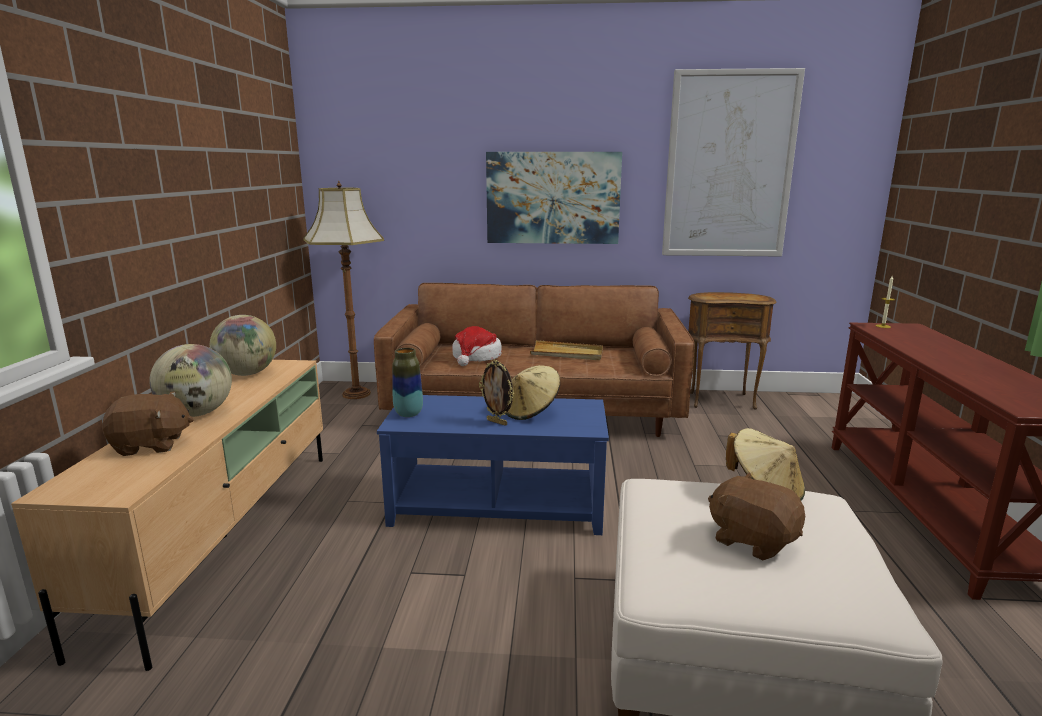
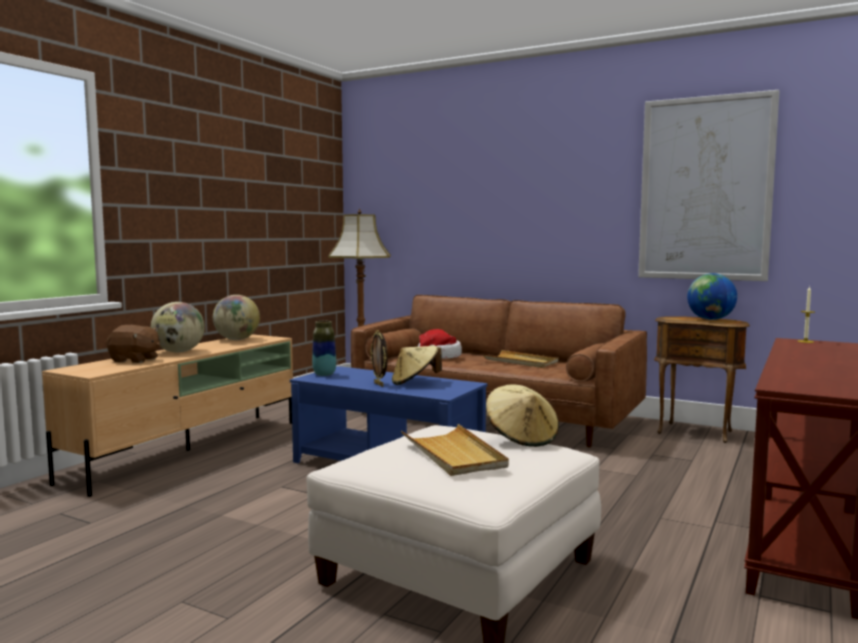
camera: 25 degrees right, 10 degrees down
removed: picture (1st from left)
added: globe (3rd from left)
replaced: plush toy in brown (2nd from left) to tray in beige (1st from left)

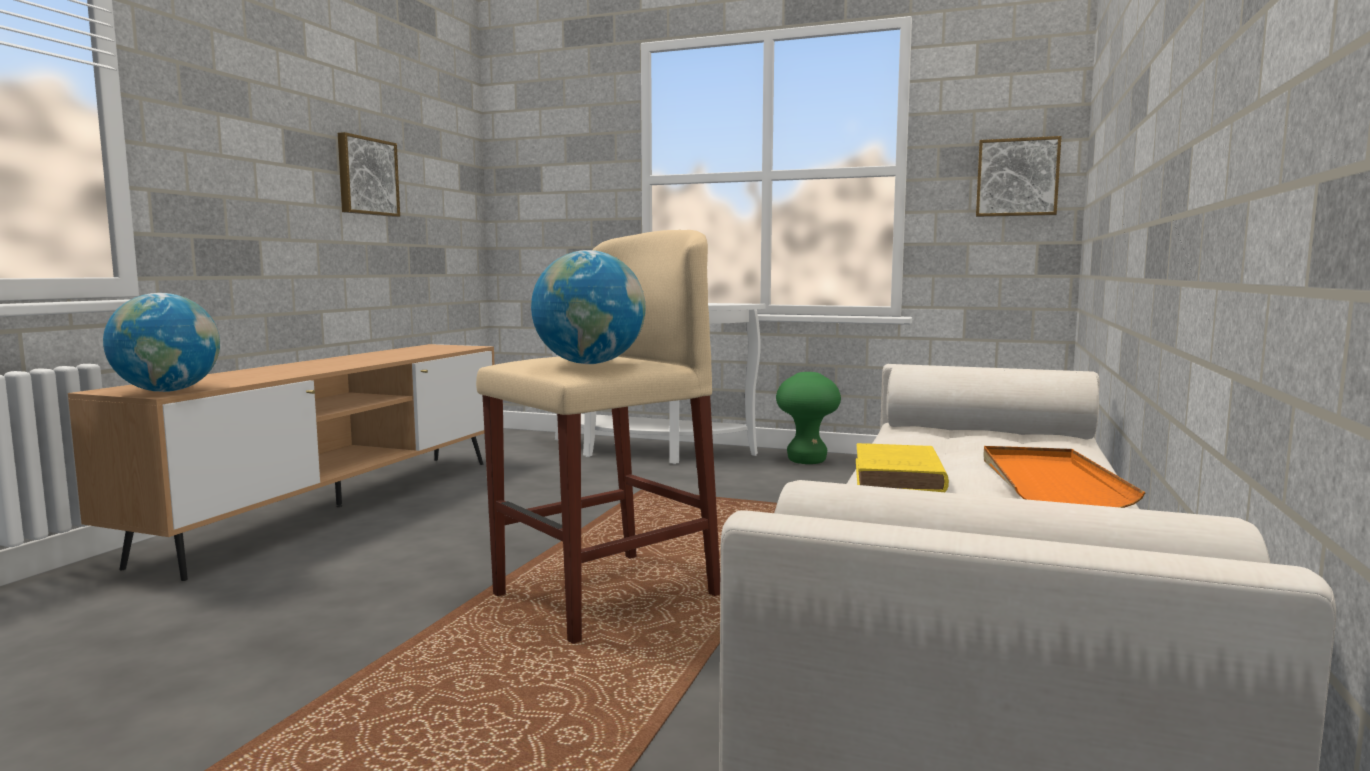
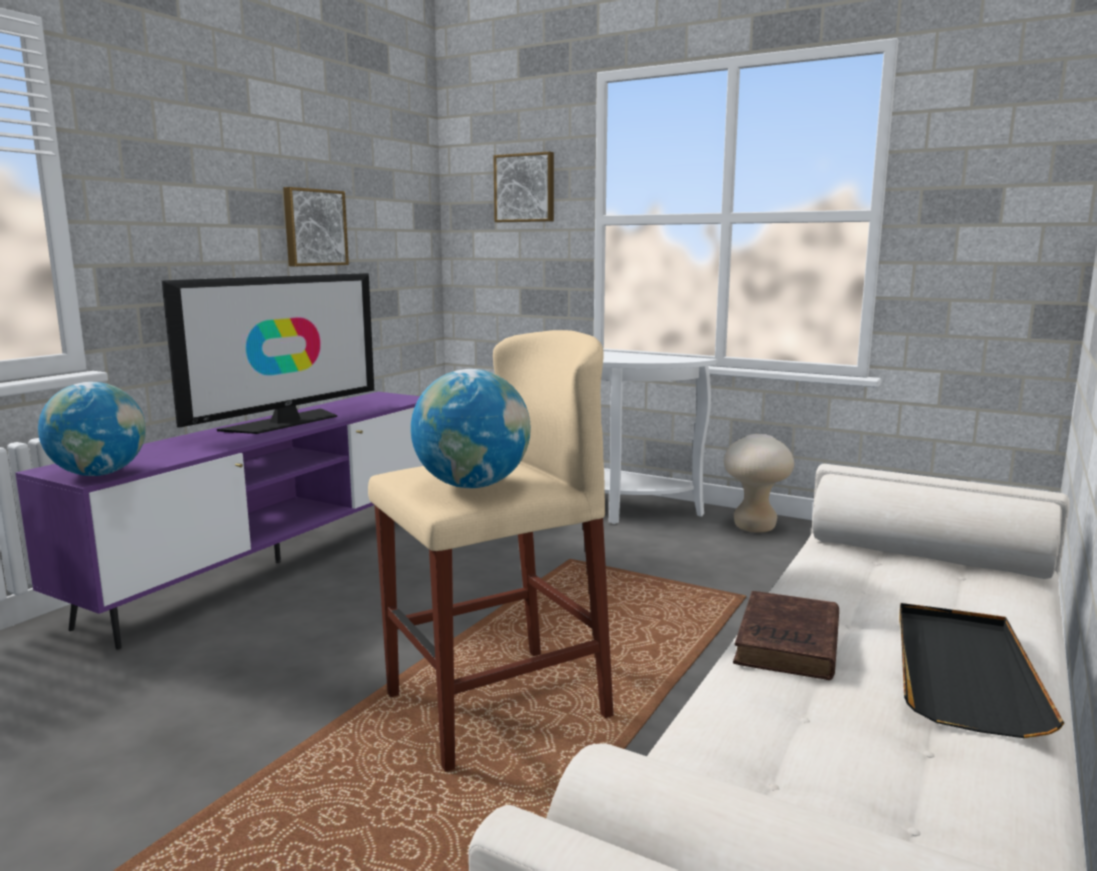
camera: 10 degrees right, 5 degrees up
added: television
moved: picture (2nd from left)
recoloured: tv stand in brown to tv stand in purple; stool in green to stool in beige (2nd from left); book in yellow to book in brown; tray in orange to tray in black

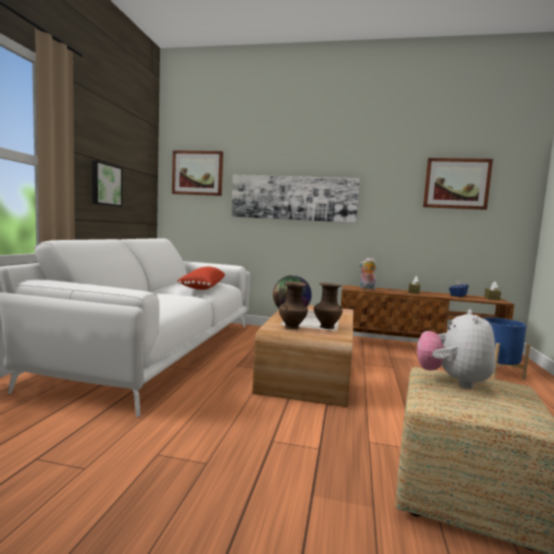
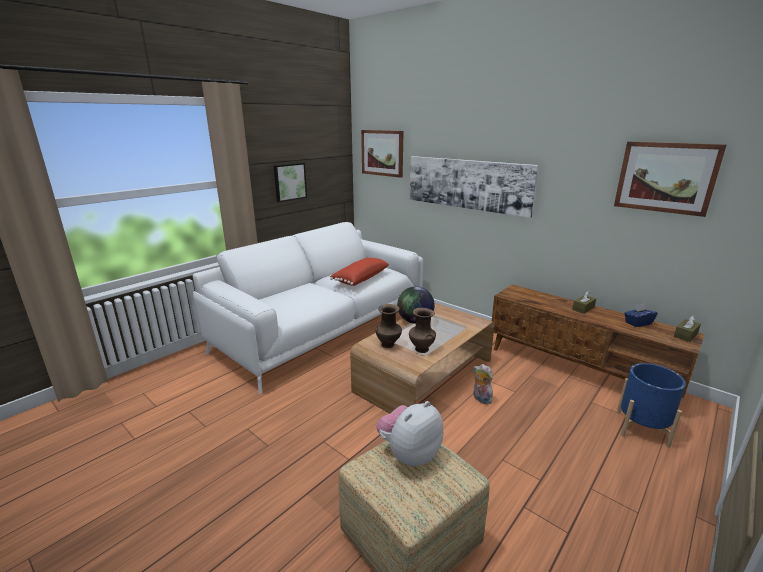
camera: 30 degrees right, 15 degrees up
moved: plush toy (1st from left in the first image) to plush toy (2nd from left)

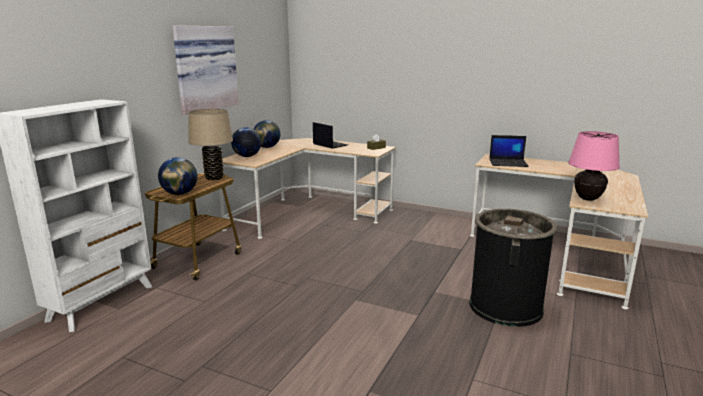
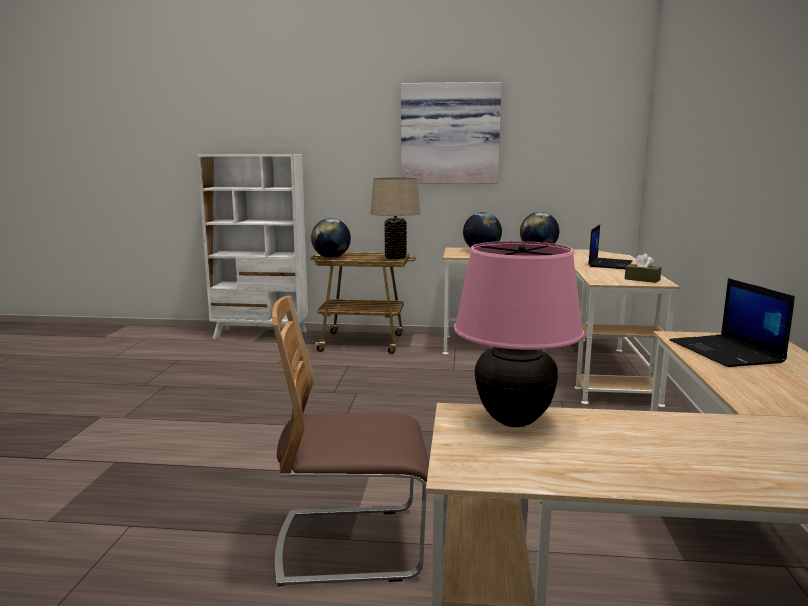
camera: 70 degrees right, 5 degrees down
replaced: trash can in black to chair

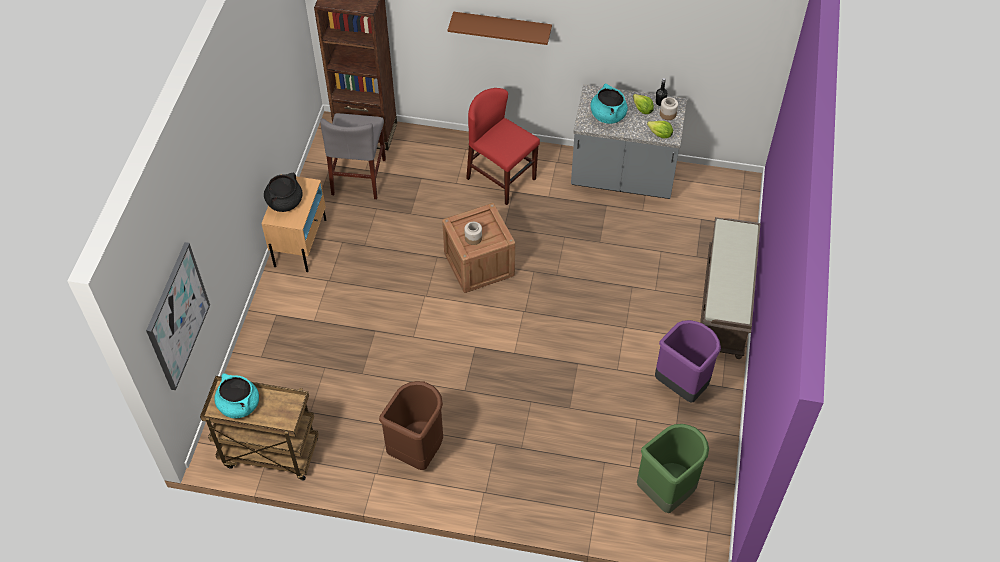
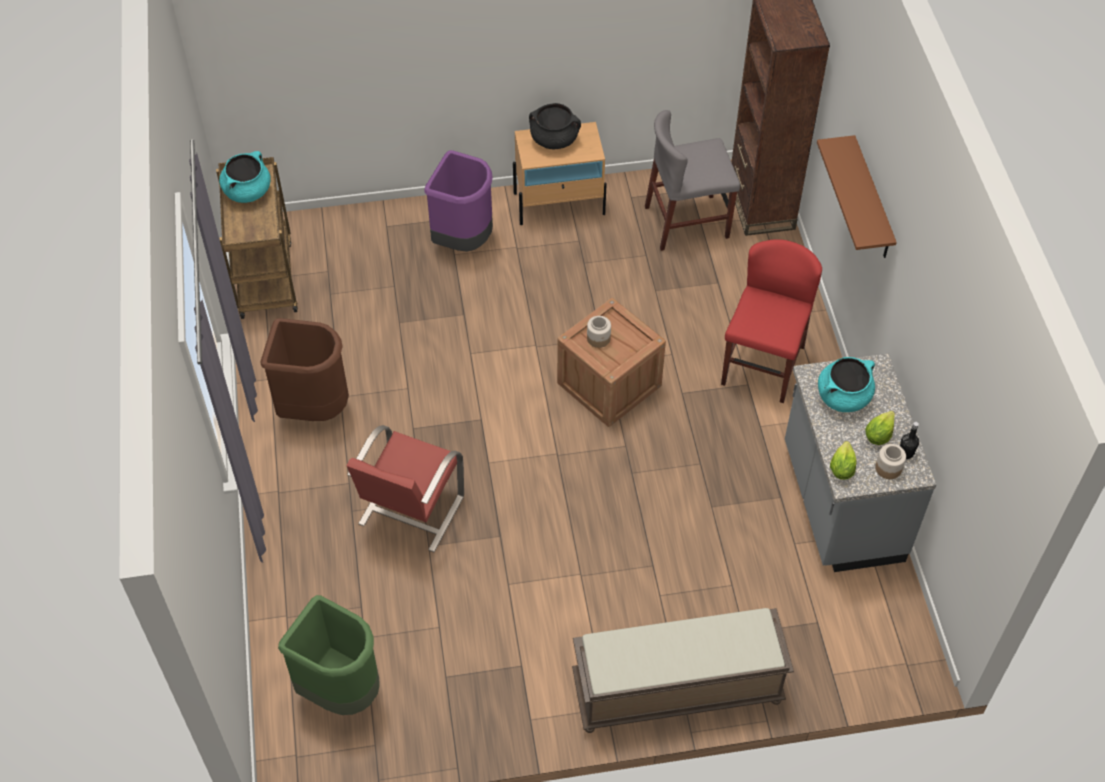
camera: 70 degrees right, 0 degrees up
removed: picture
added: chair in red (1st from left)
moved: trash can in purple

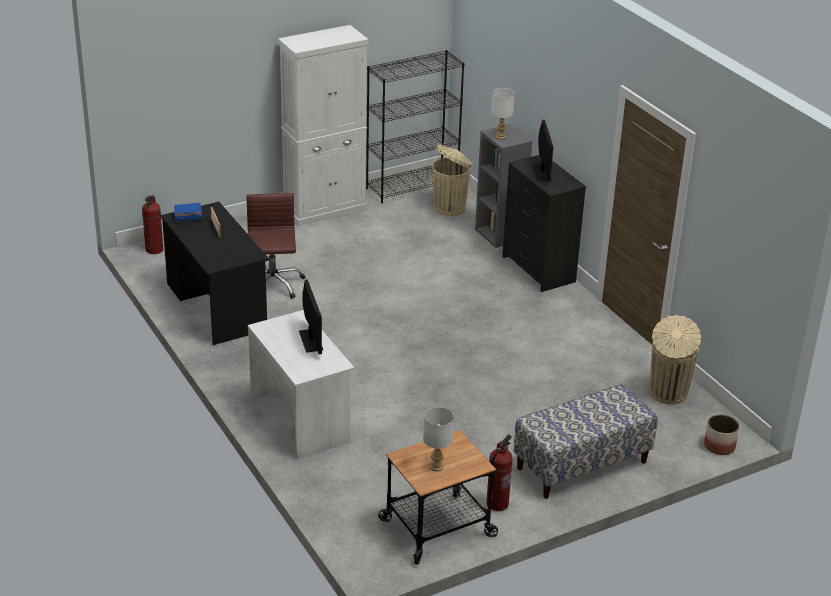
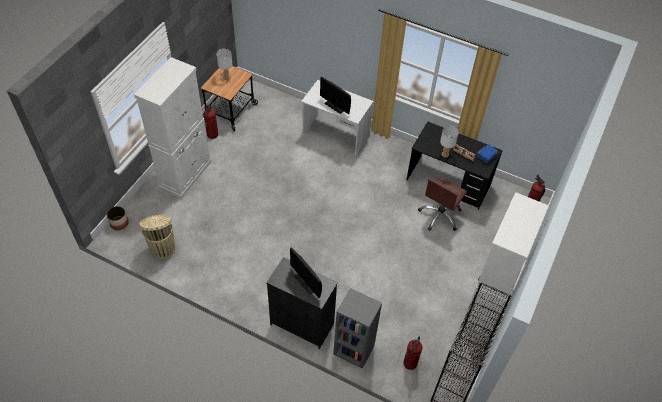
camera: 145 degrees right, 20 degrees up
moved: table lamp in white (2nd from left)
replaced: trash can in beige (1st from left) to fire extinguisher (2nd from left); bench to cabinet in white (1st from left)
turned: office chair in brown 75 degrees clockwise

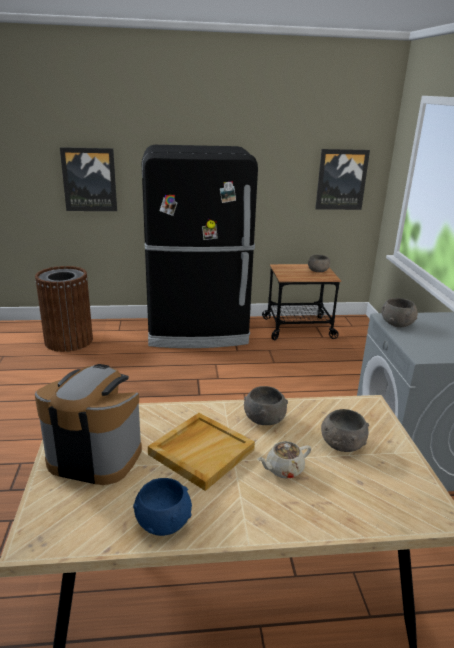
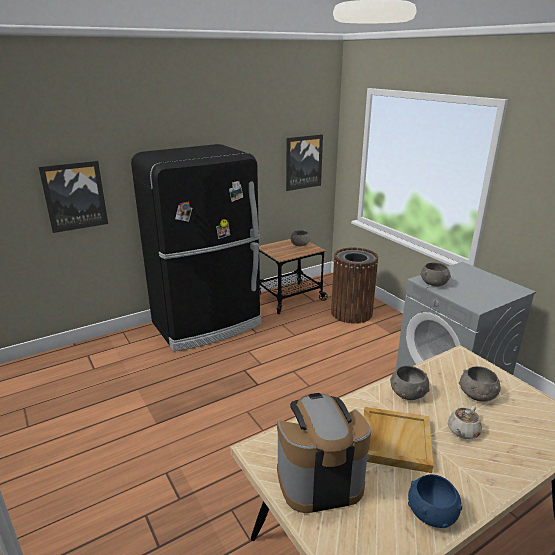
camera: 25 degrees left, 0 degrees up
moved: trash can in brown

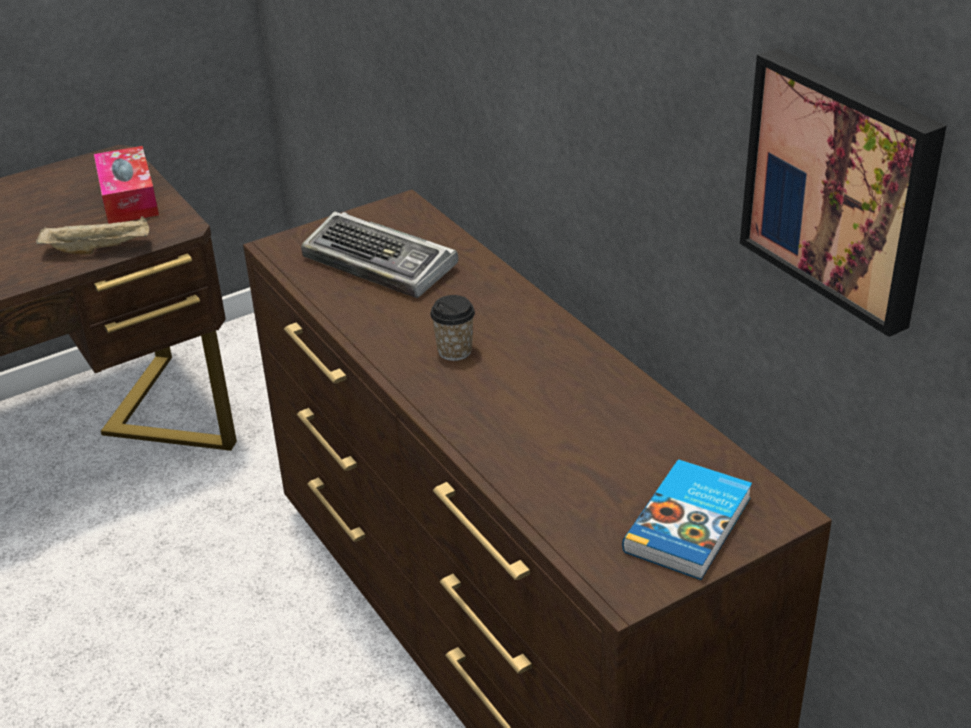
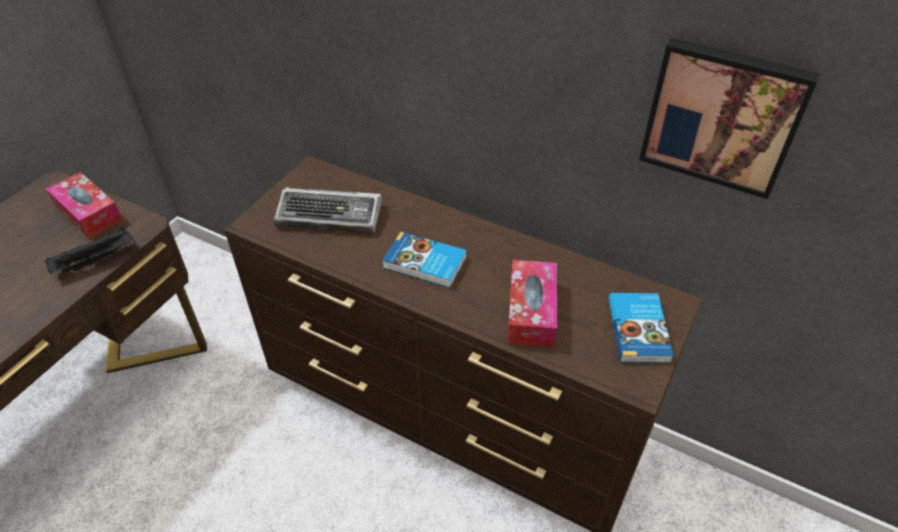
camera: 30 degrees left, 10 degrees up
added: tissue box (2nd from left)
replaced: cup to book (1st from left)
recoloured: tray in beige to tray in black

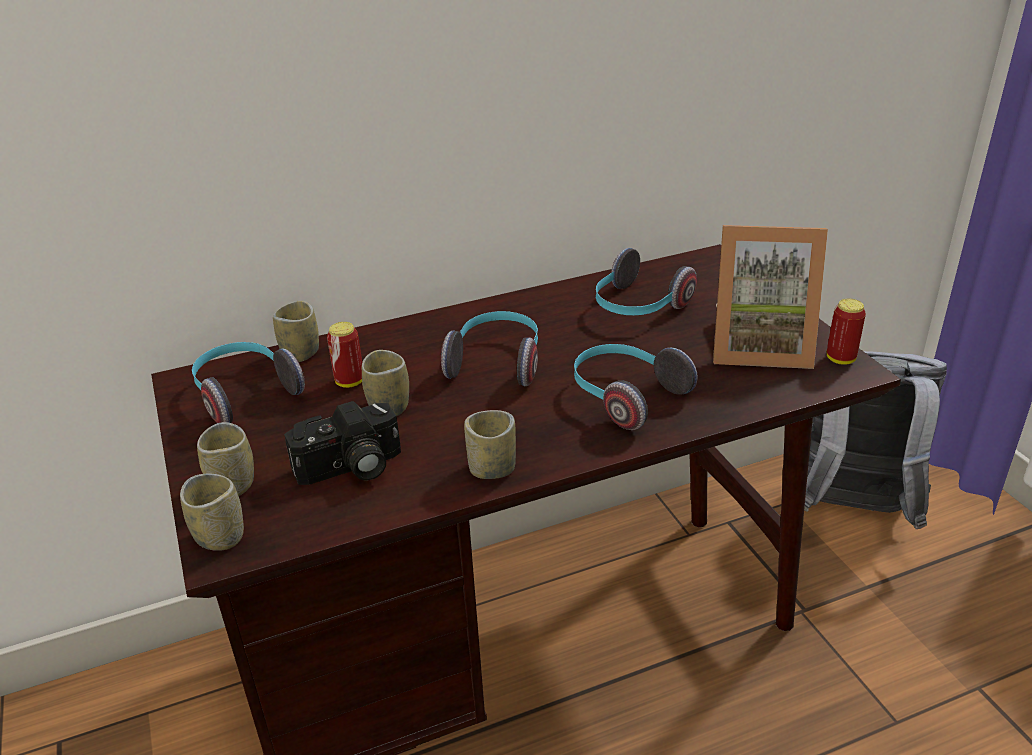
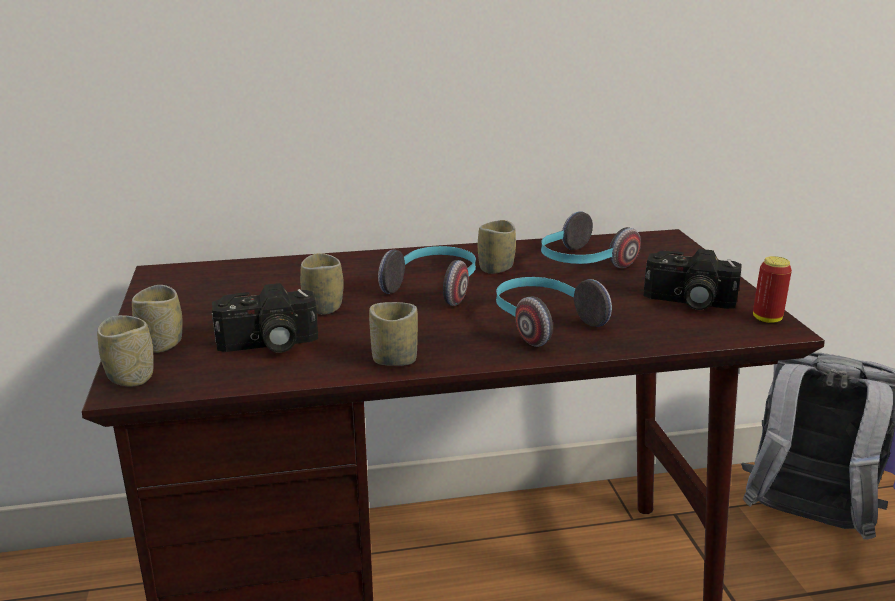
camera: 10 degrees right, 10 degrees down
removed: headphones (1st from left); can (1st from left)
moved: cup (3rd from left in the first image) to cup (5th from left)
replaced: picture frame to photo camera (2nd from left)

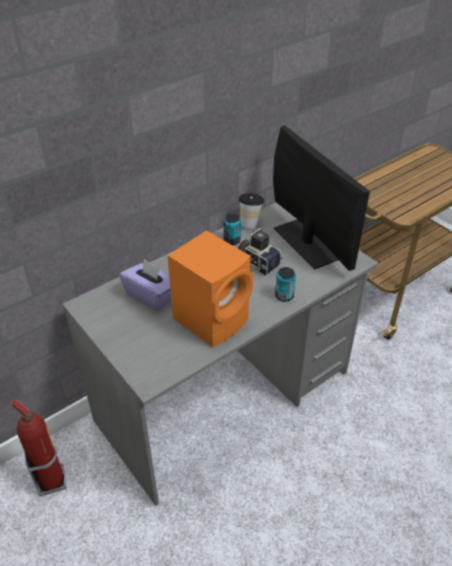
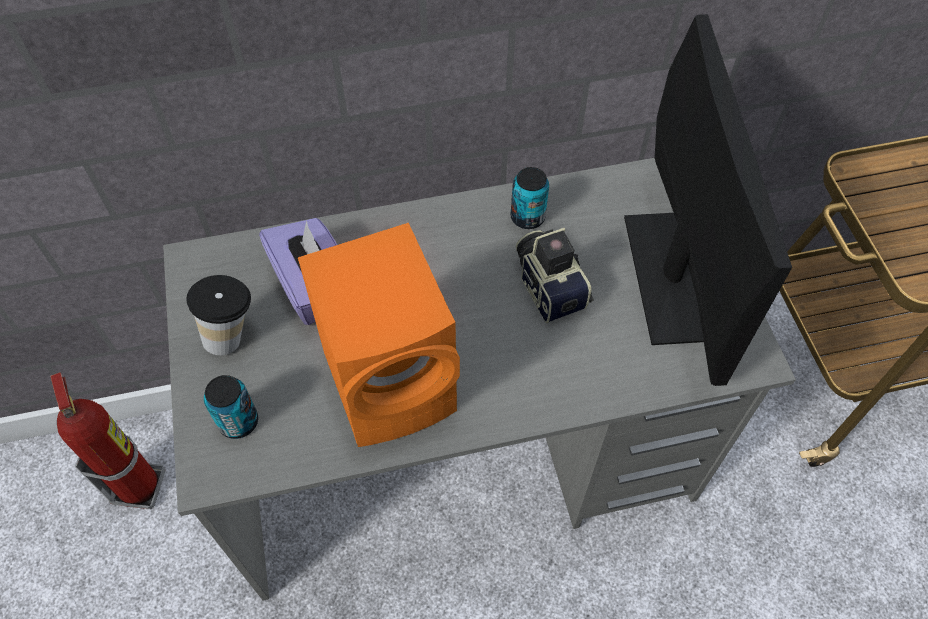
camera: 25 degrees right, 15 degrees up
moved: cup; can (2nd from left in the first image) to can (1st from left)

